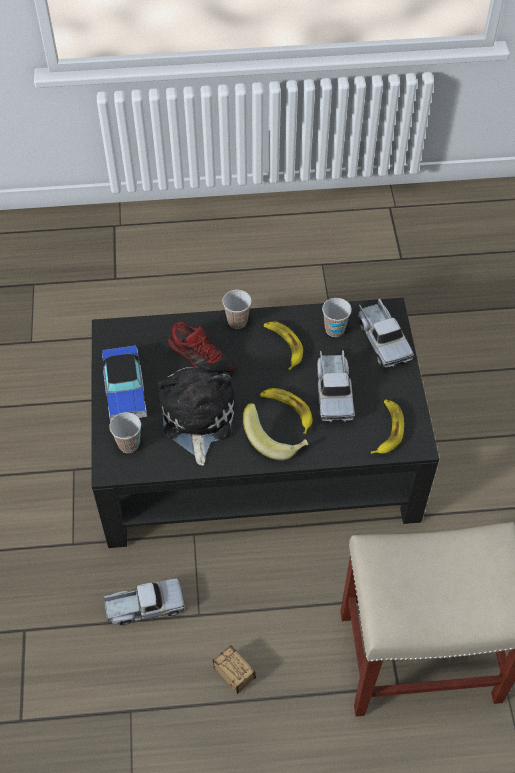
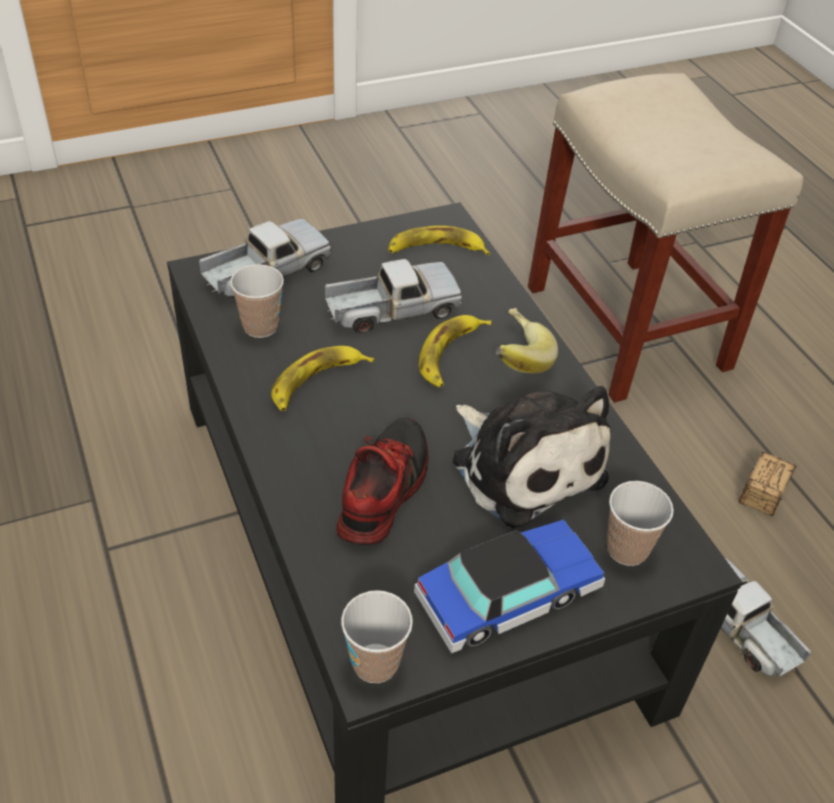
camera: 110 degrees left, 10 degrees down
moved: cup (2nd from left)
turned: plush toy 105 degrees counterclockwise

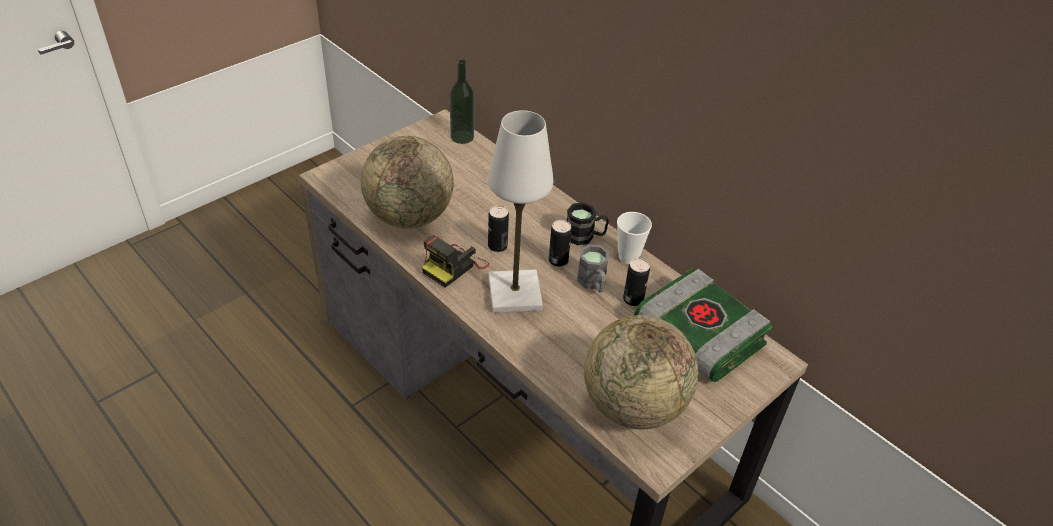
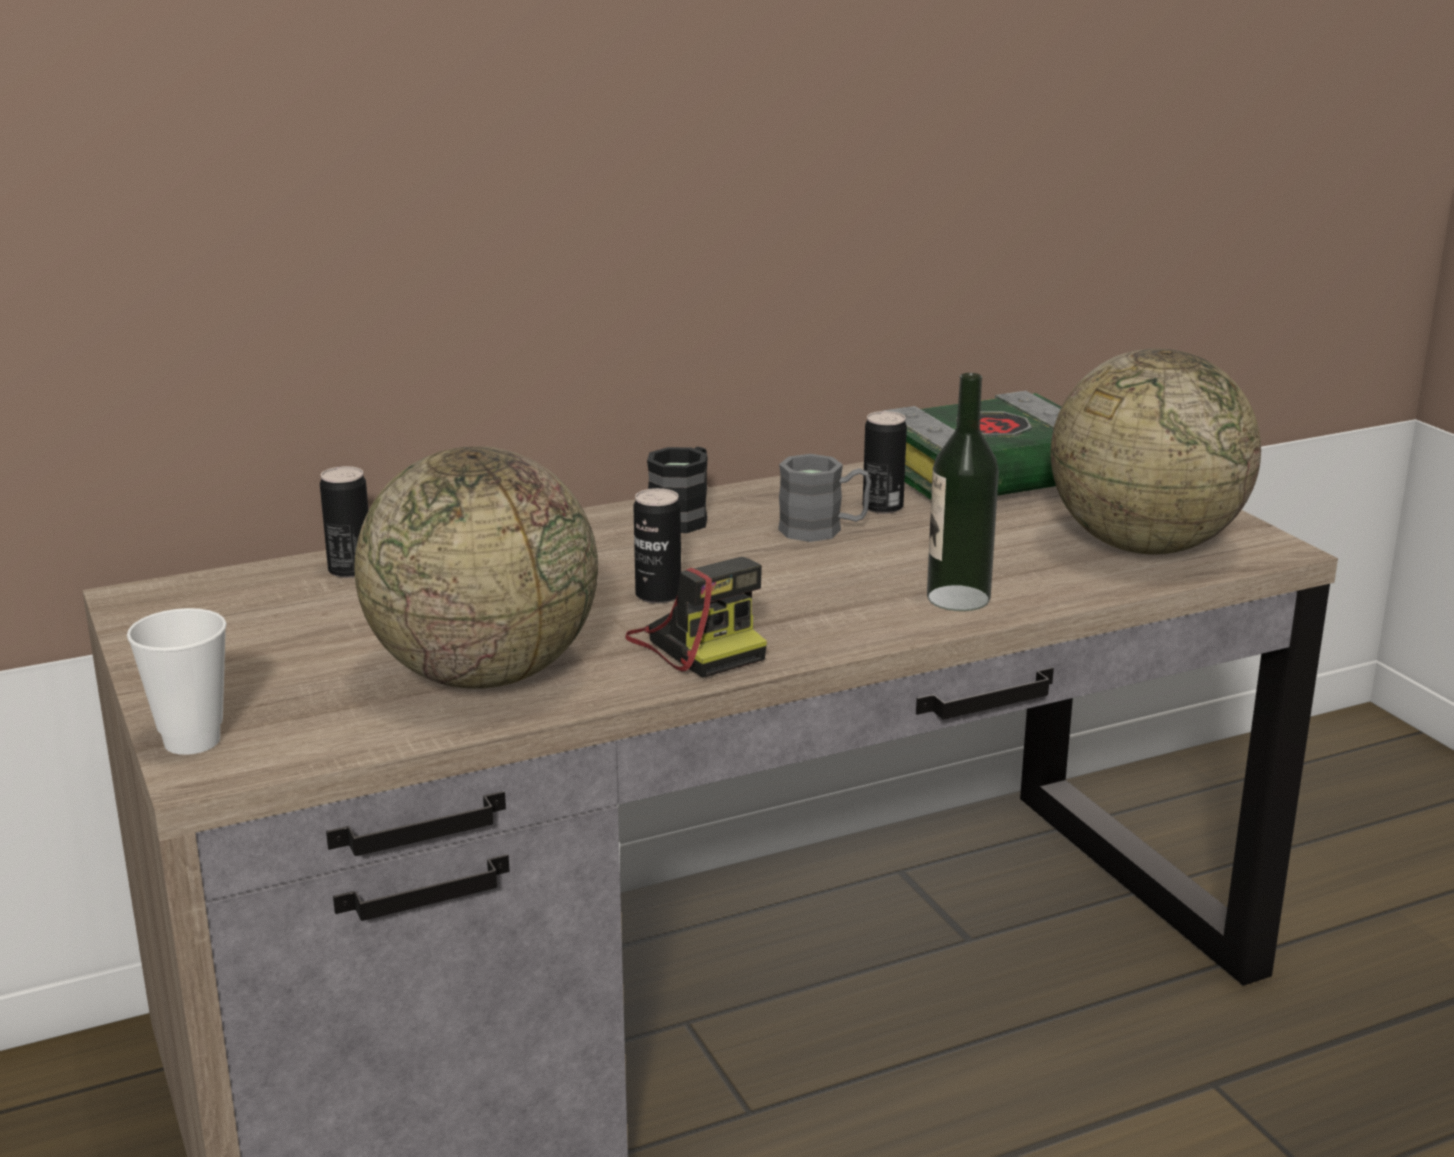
camera: 70 degrees left, 20 degrees down
removed: table lamp in white
moved: bottle; can (2nd from left in the first image) to can (1st from left); cup

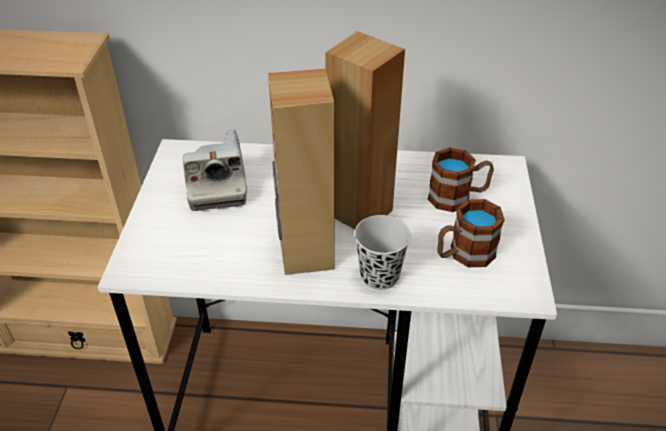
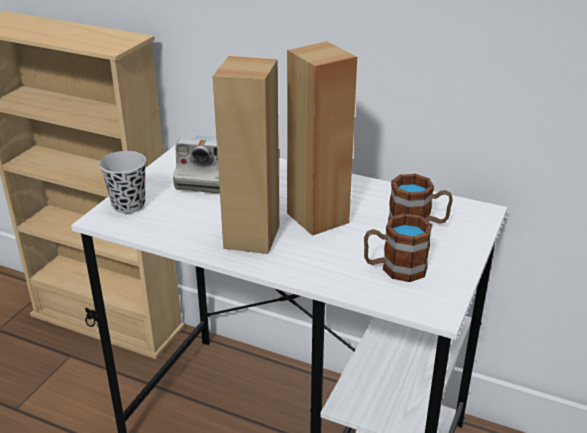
camera: 20 degrees right, 10 degrees down
moved: cup in black

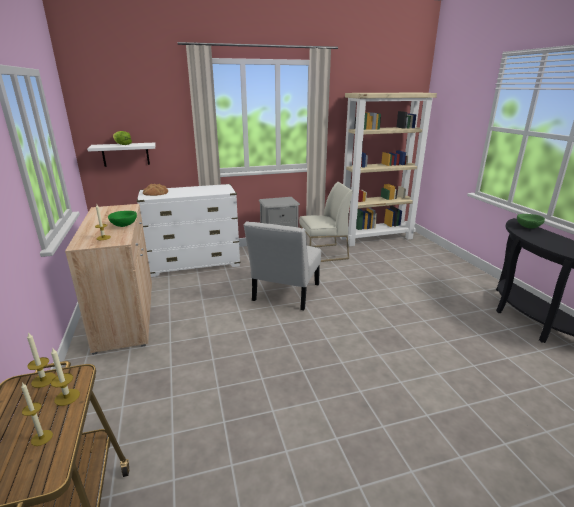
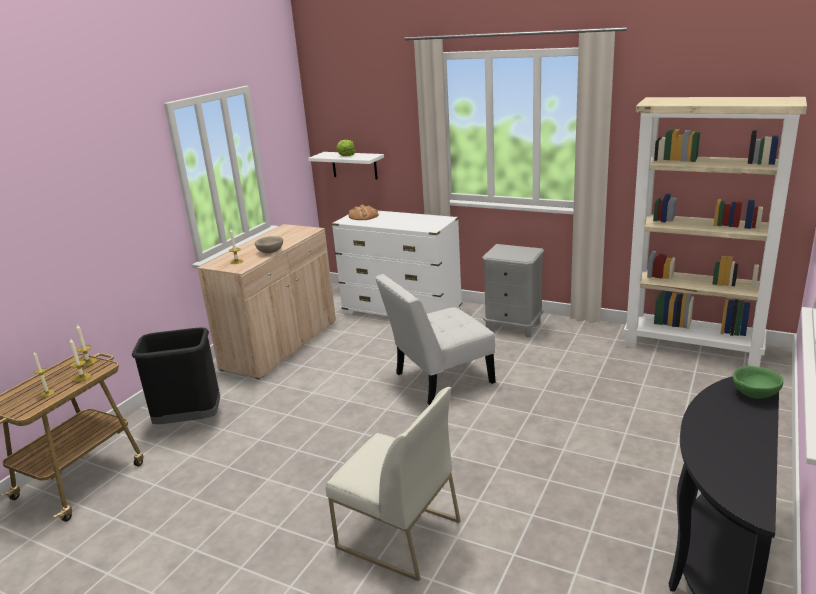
camera: 45 degrees right, 0 degrees up
added: trash can in black
moved: chair in white (2nd from left in the first image) to chair in white (1st from left)
recoloured: bowl in green (1st from left) to bowl in beige

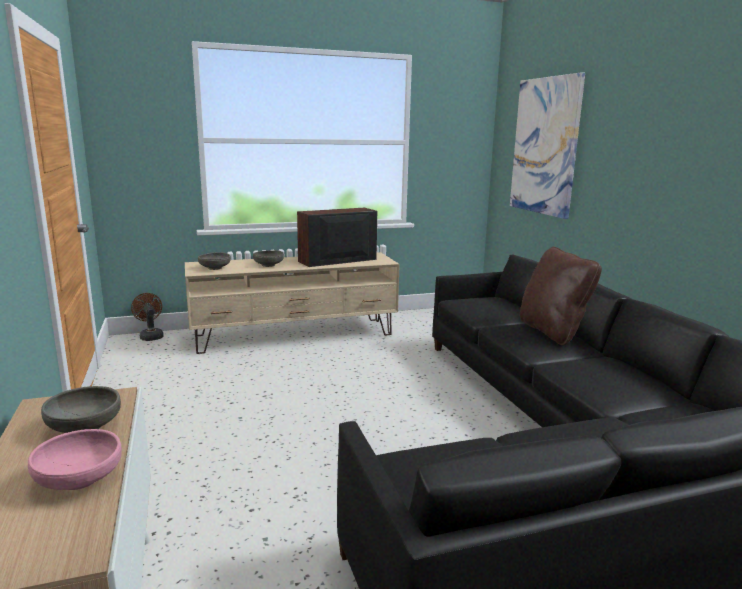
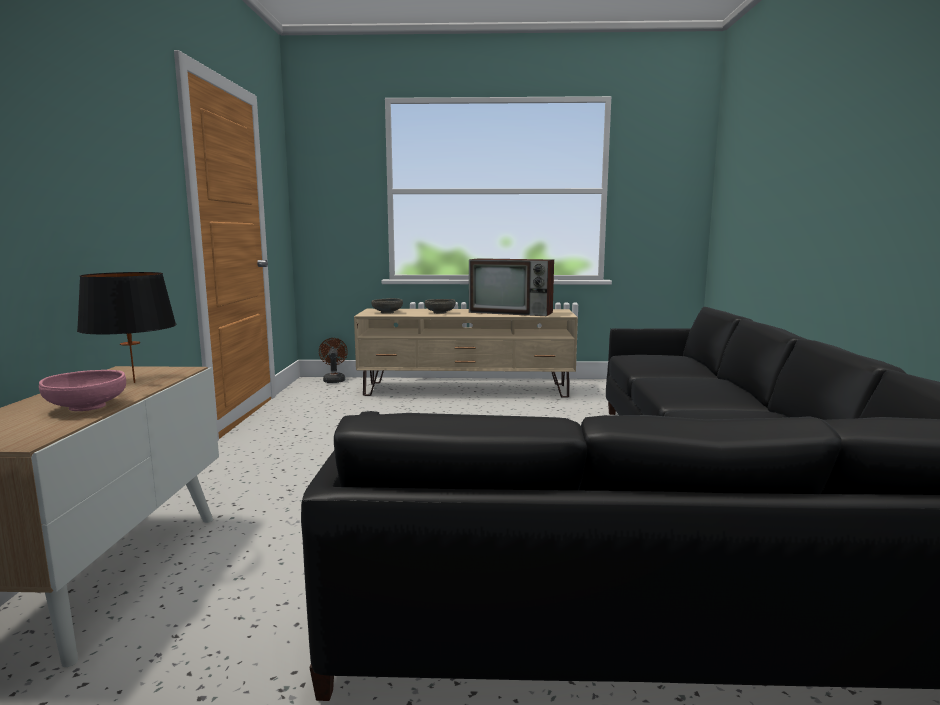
camera: 20 degrees right, 5 degrees down
removed: picture; pillow in brown
replaced: bowl in grey (1st from left) to table lamp in black
turned: television 150 degrees counterclockwise

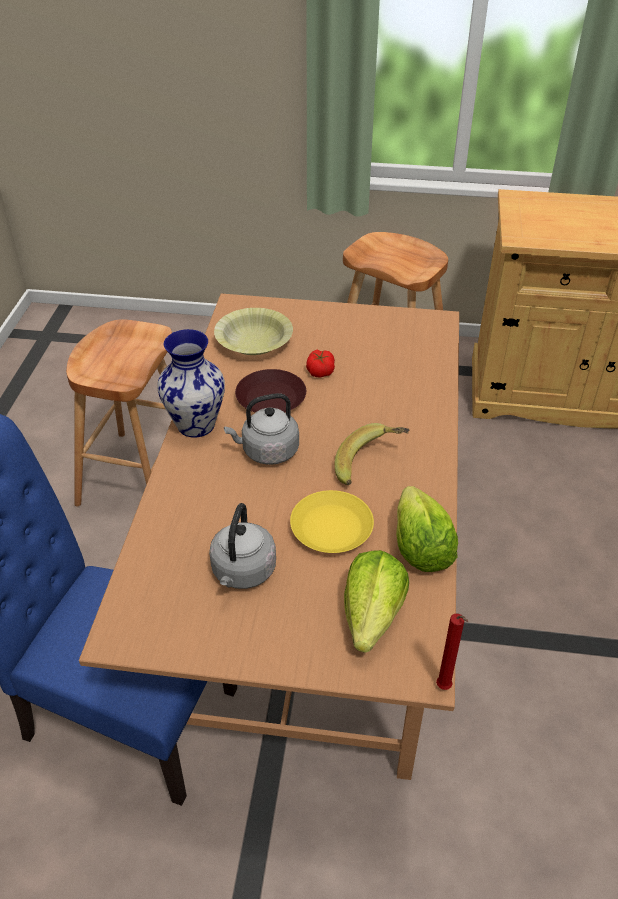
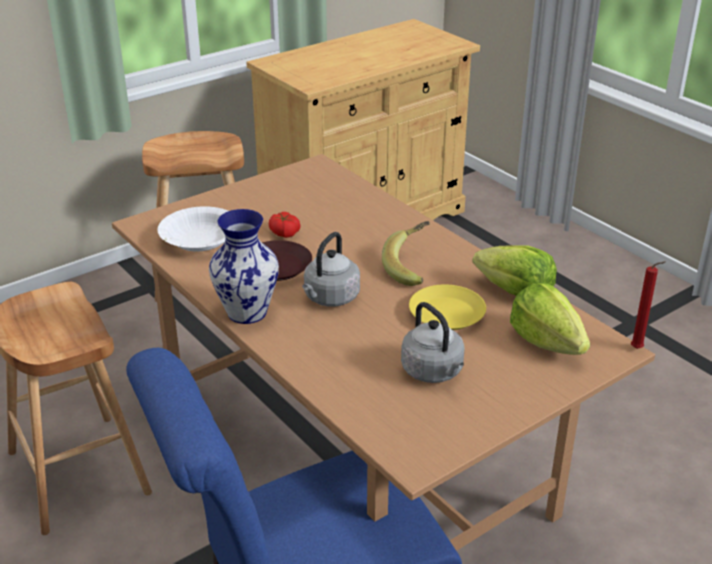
camera: 45 degrees left, 10 degrees down
recoloured: bowl in yellow to bowl in white

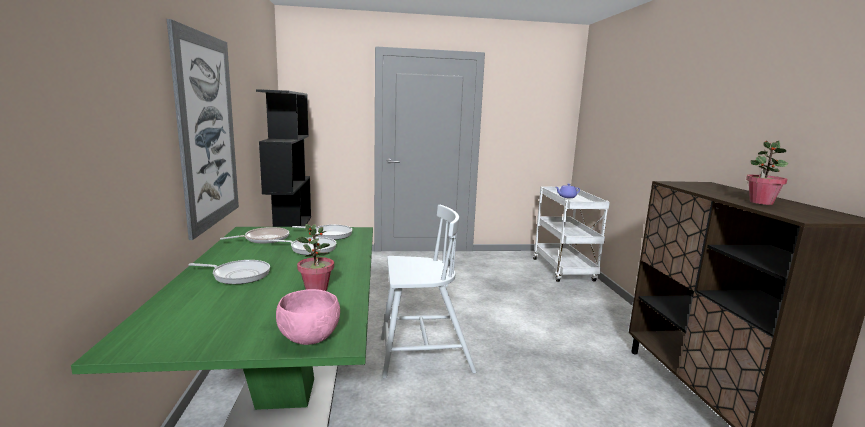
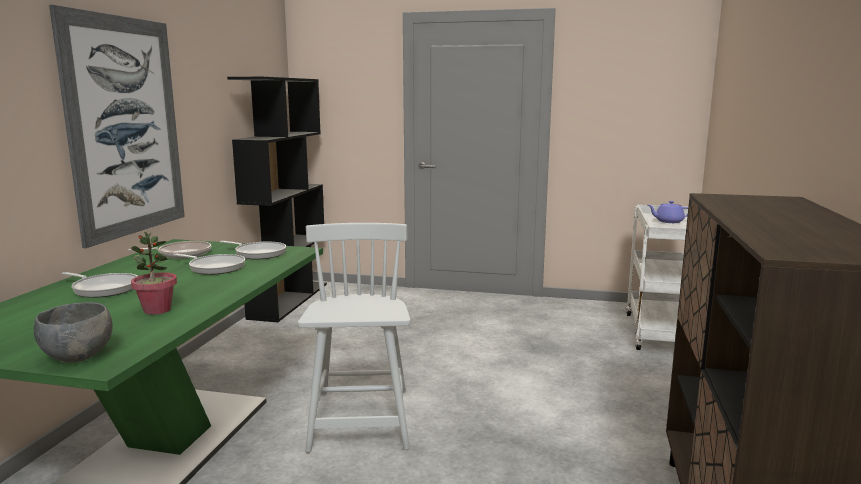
camera: 20 degrees right, 0 degrees up
removed: potted plant (2nd from left)
recoloured: bowl in pink to bowl in grey
turned: chair in white 105 degrees counterclockwise

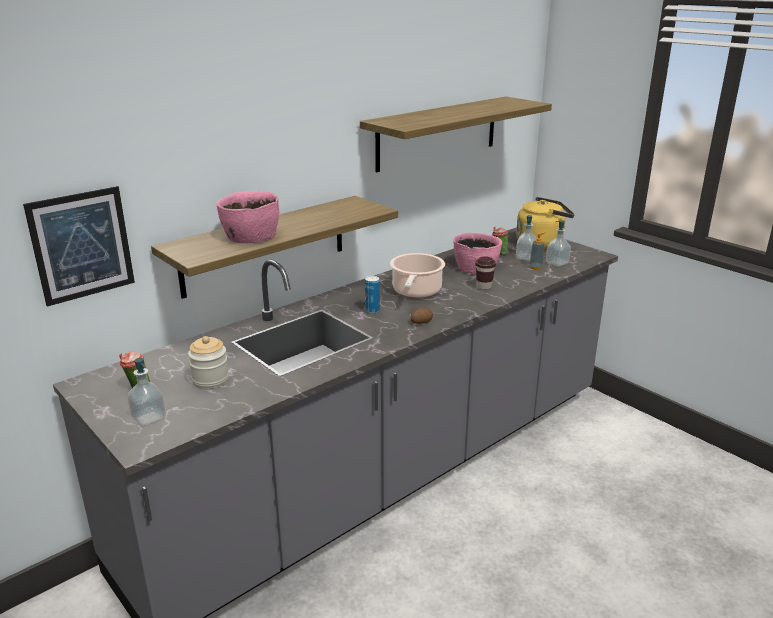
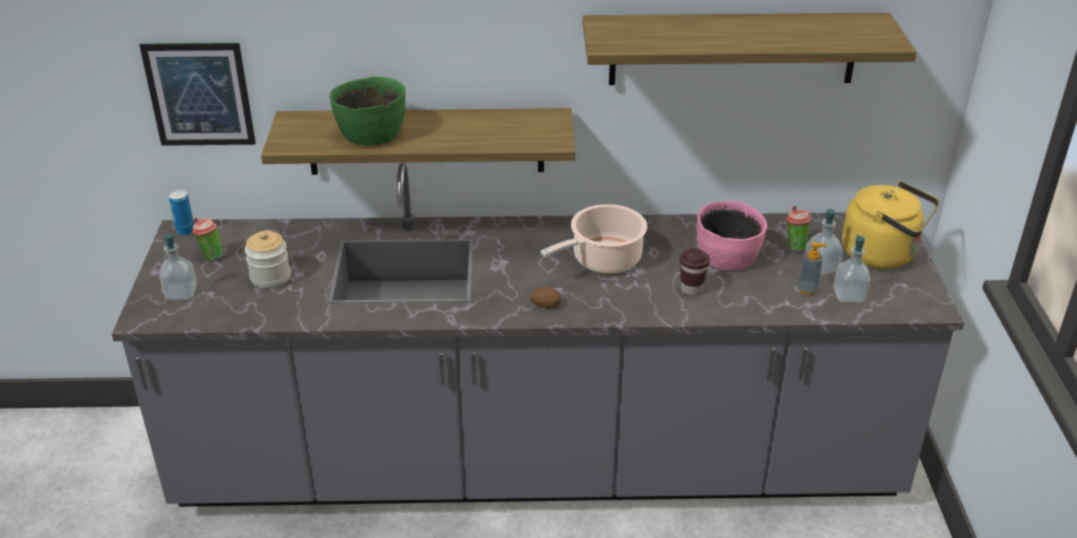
camera: 40 degrees right, 10 degrees up
moved: can
recoloured: bowl in pink (1st from left) to bowl in green

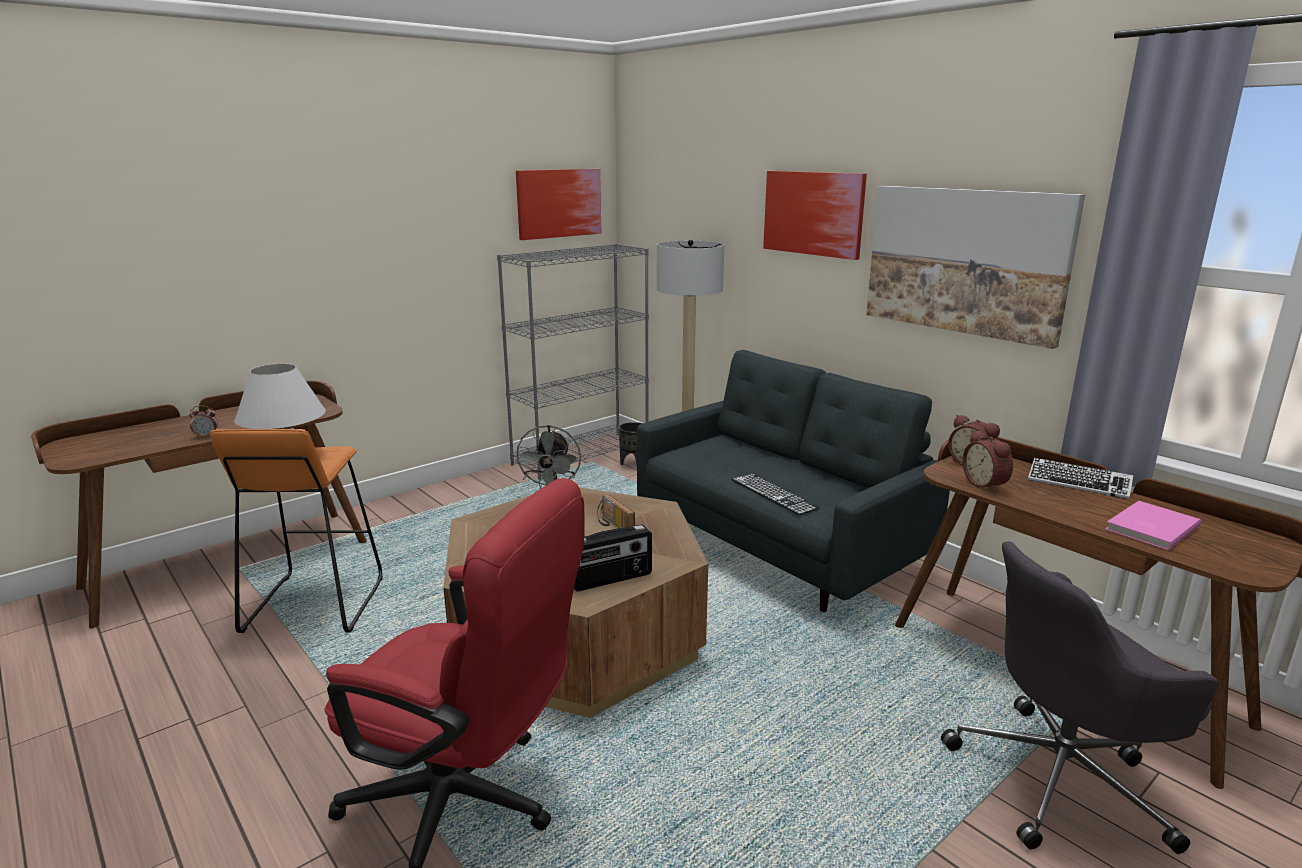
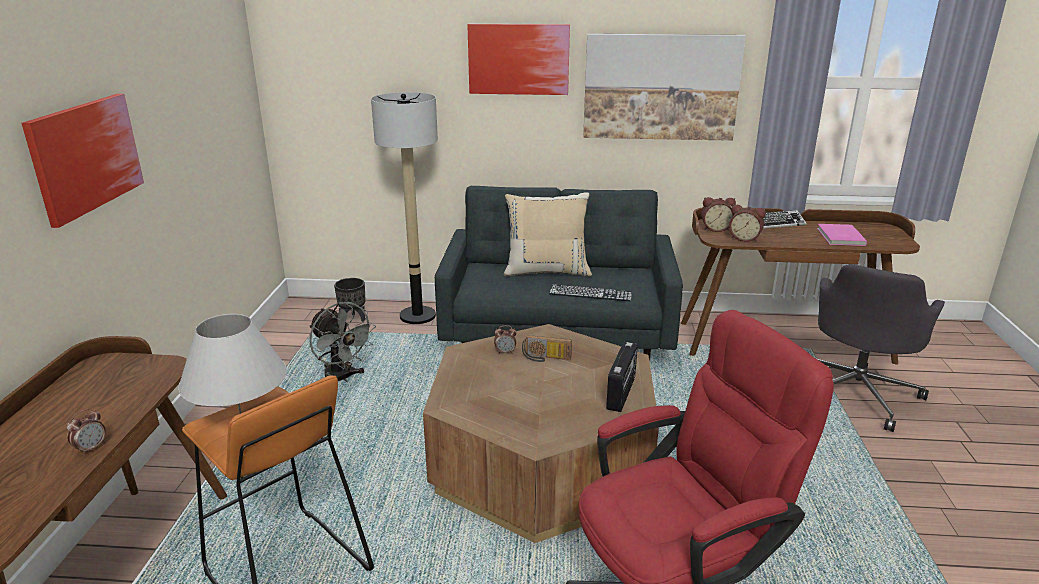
camera: 45 degrees left, 5 degrees up
removed: bookcase in grey
added: alarm clock (2nd from left); pillow in beige
moved: picture (1st from left)

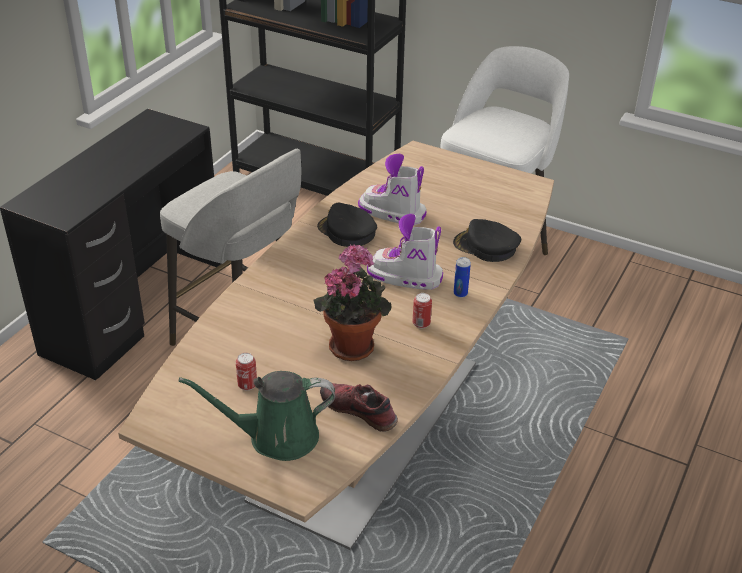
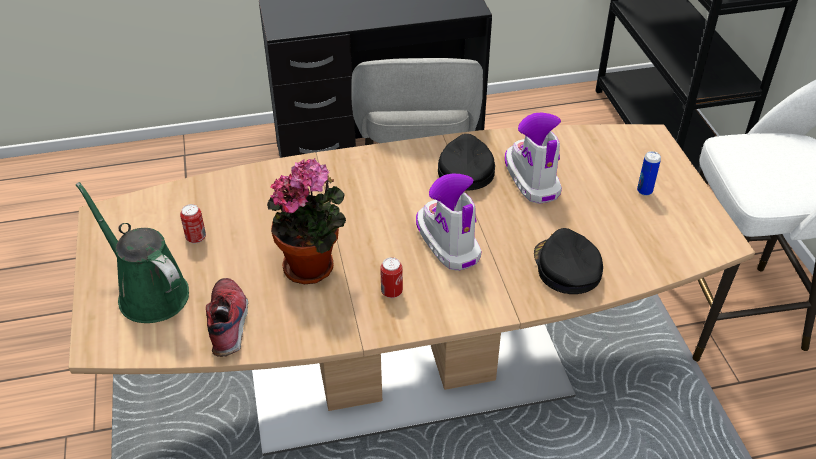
camera: 50 degrees right, 5 degrees up
moved: can (3rd from left)

